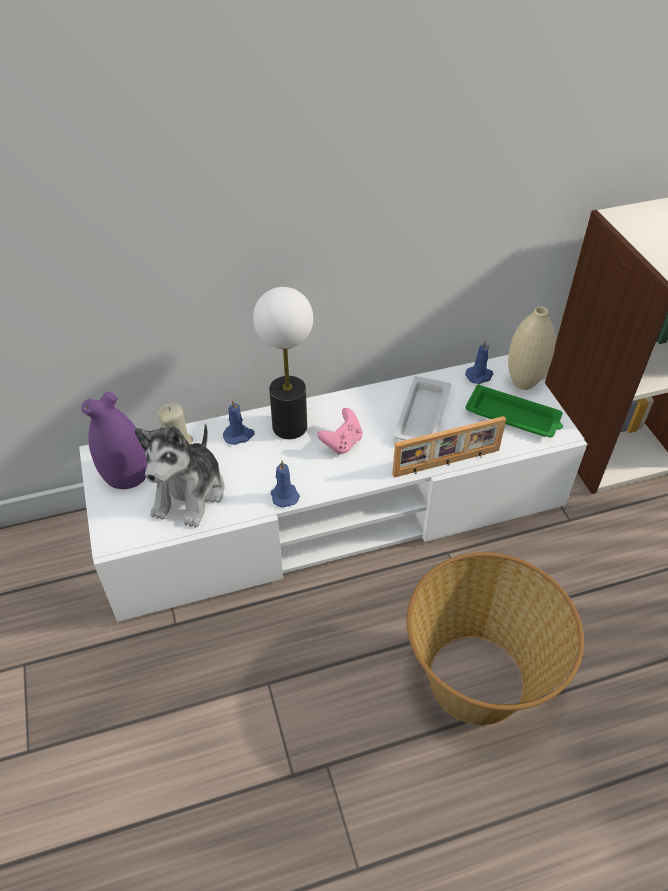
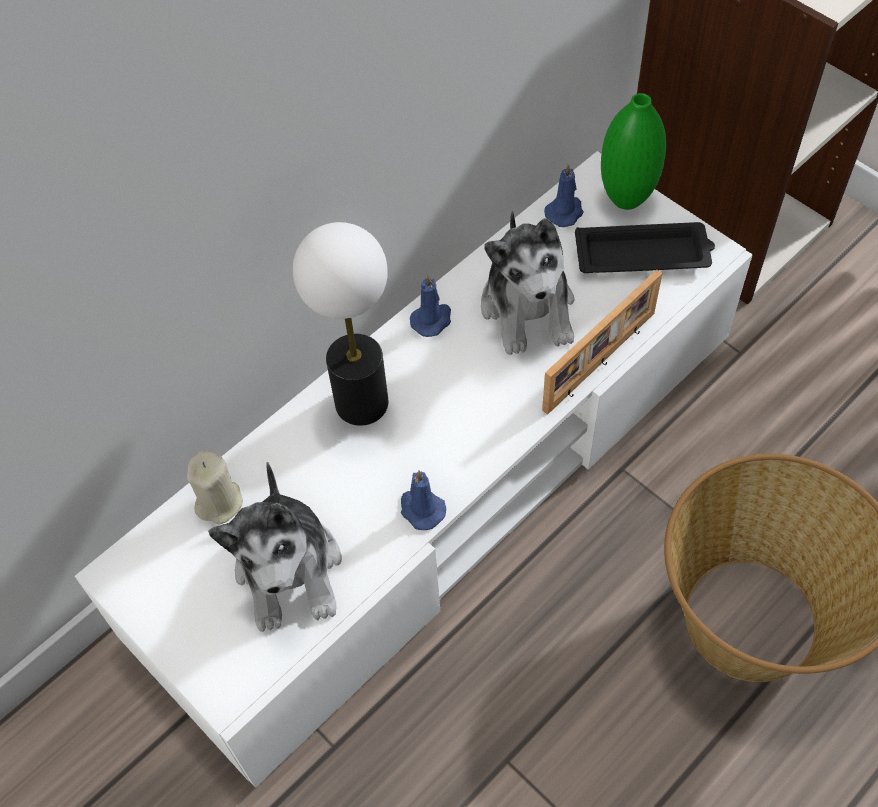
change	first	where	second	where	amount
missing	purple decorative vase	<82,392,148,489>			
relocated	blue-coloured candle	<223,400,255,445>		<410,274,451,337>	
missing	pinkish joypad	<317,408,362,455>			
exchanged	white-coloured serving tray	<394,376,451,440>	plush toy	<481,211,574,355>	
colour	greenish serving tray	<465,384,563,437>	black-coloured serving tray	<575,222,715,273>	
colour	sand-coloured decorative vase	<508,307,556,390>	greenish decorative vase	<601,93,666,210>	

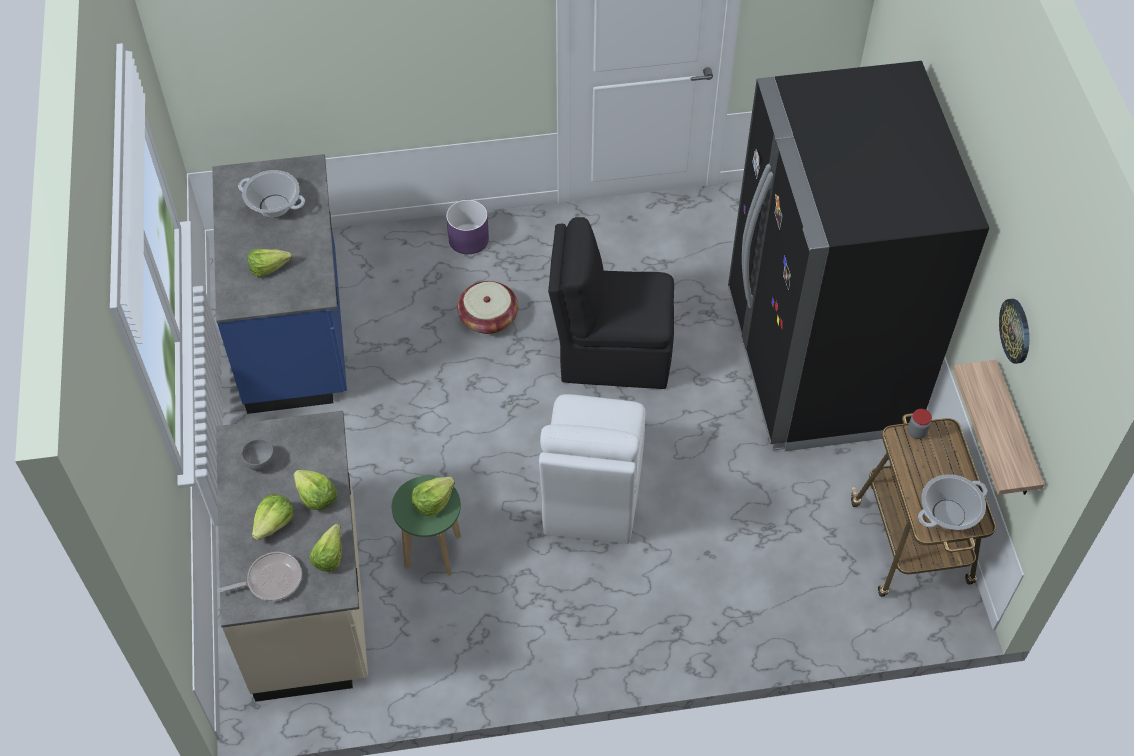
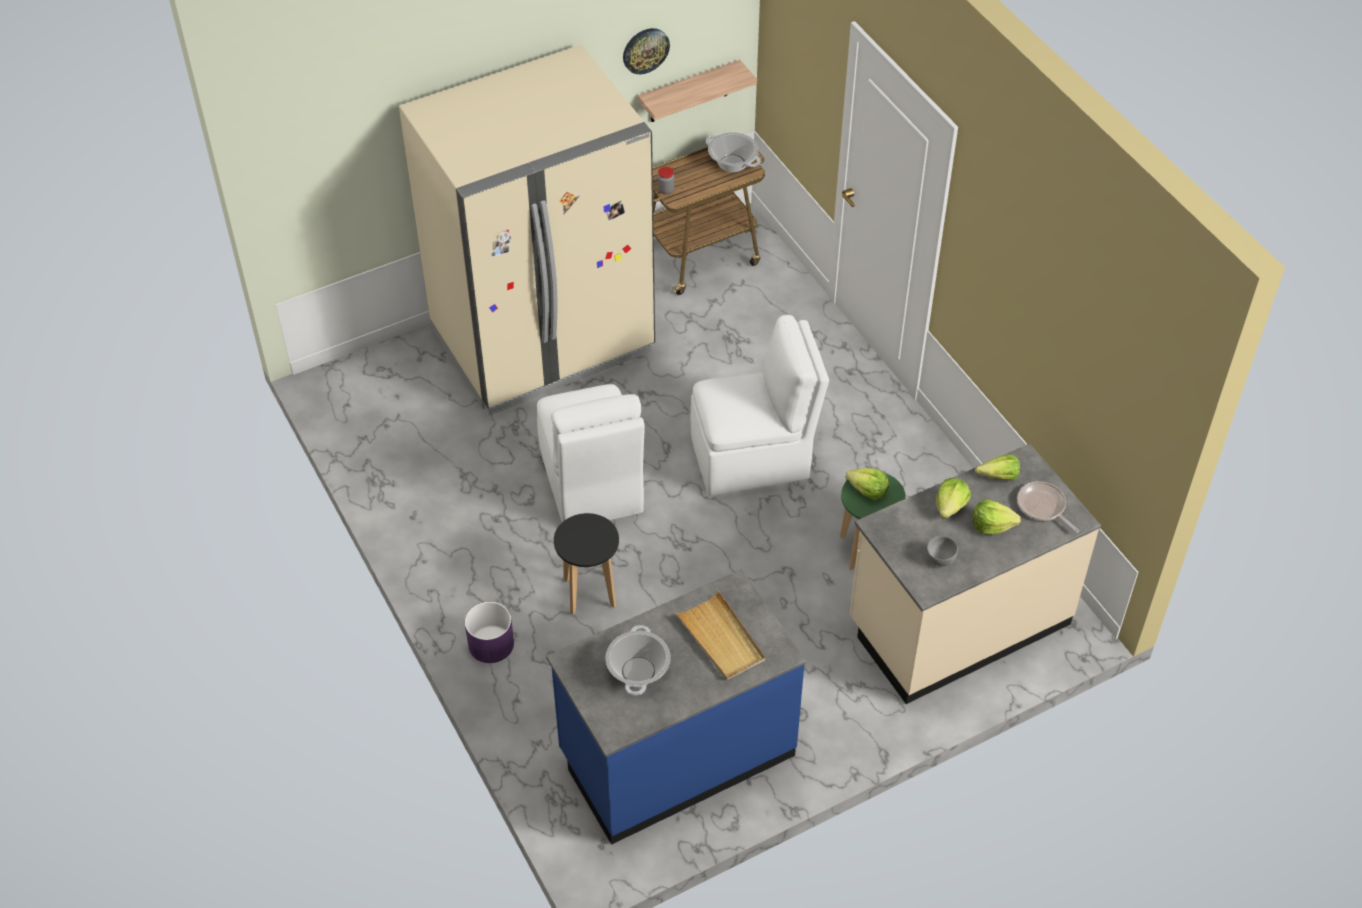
change	first	where	second	where	amount
exchanged	lettuce	<248,249,292,277>	sand-coloured serving tray	<675,591,765,680>	
exchanged	storage basket	<457,281,518,334>	black-coloured stool	<554,513,619,615>	
colour	black-coloured chair	<548,217,674,389>	white-coloured chair	<537,384,645,522>	
colour	black-coloured fridge	<728,61,989,451>	sand-coloured fridge	<399,45,655,415>	

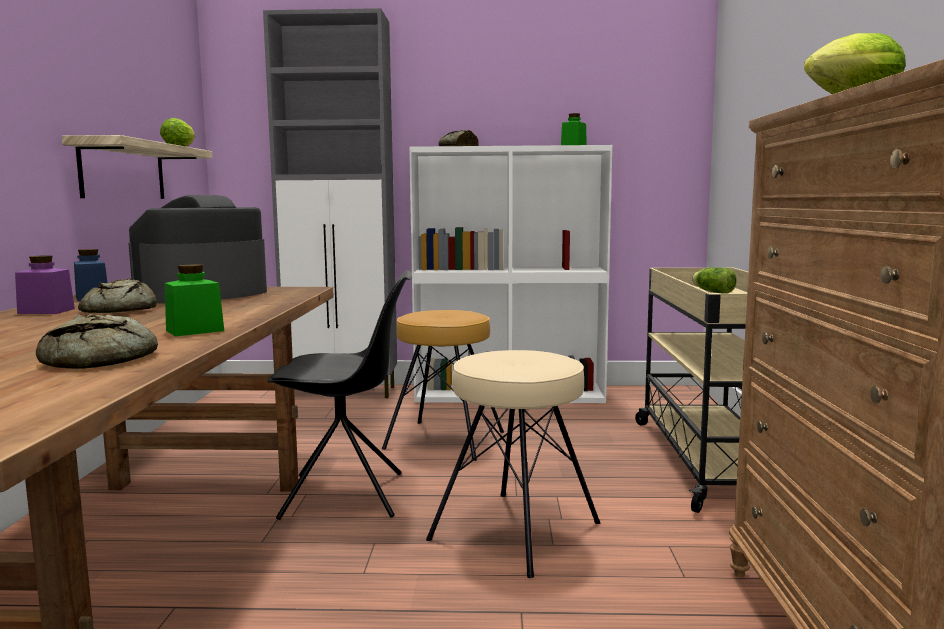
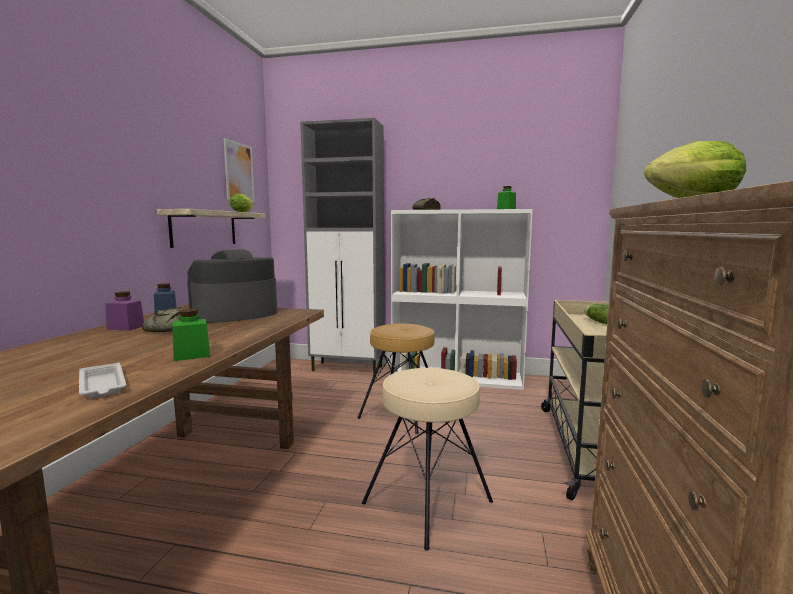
change	first	where	second	where	amount
exchanged	baked bread	<36,314,158,369>	white-coloured serving tray	<79,363,126,399>	
missing	black-coloured chair	<267,270,412,520>			
appeared			wall art	<224,138,255,203>	

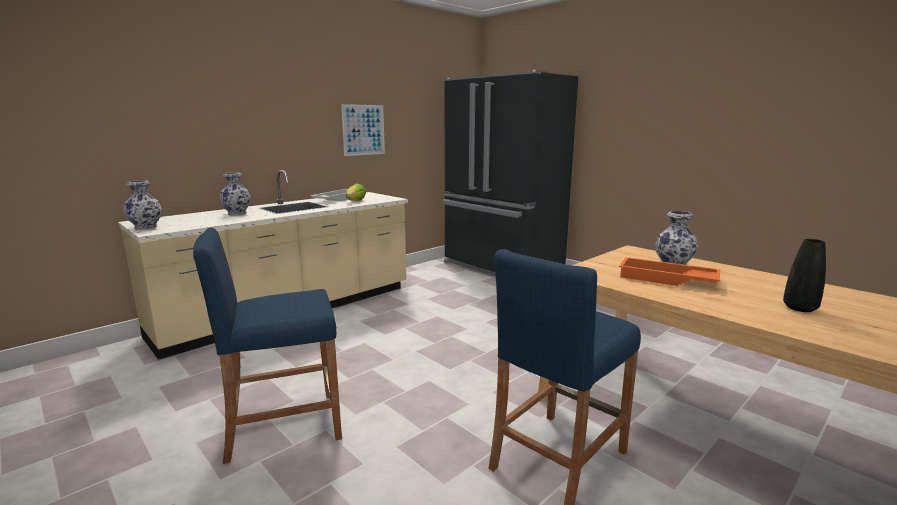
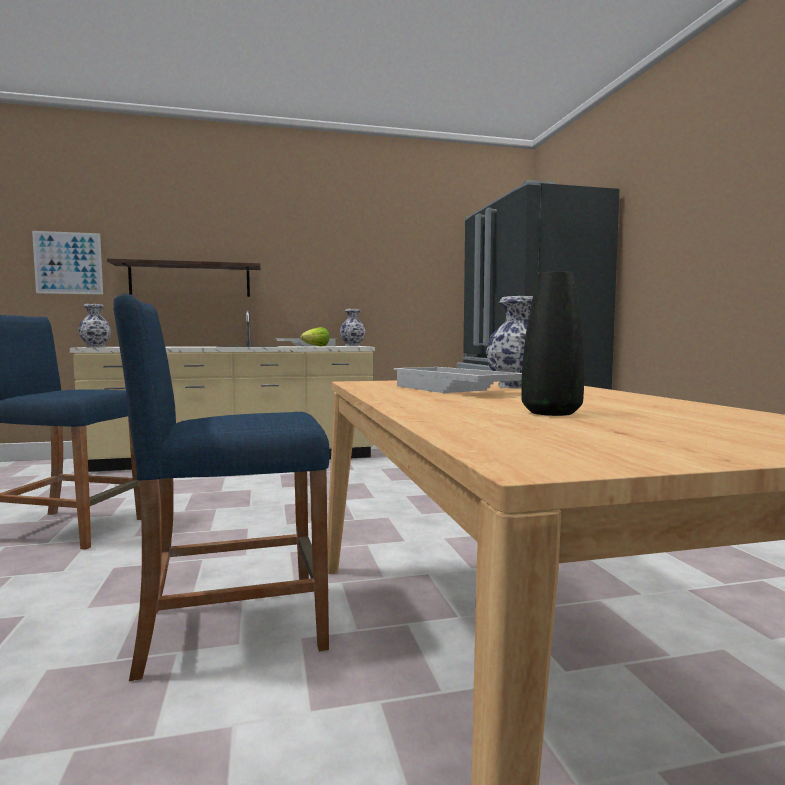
change	first	where	second	where	amount
relocated	decorative vase	<220,172,251,215>		<340,309,365,346>	
relocated	wall art	<341,104,385,156>		<32,231,103,294>	
colour	orange serving tray	<619,257,720,286>	white-coloured serving tray	<393,367,522,393>	
appeared			wall shelf	<107,258,261,297>	

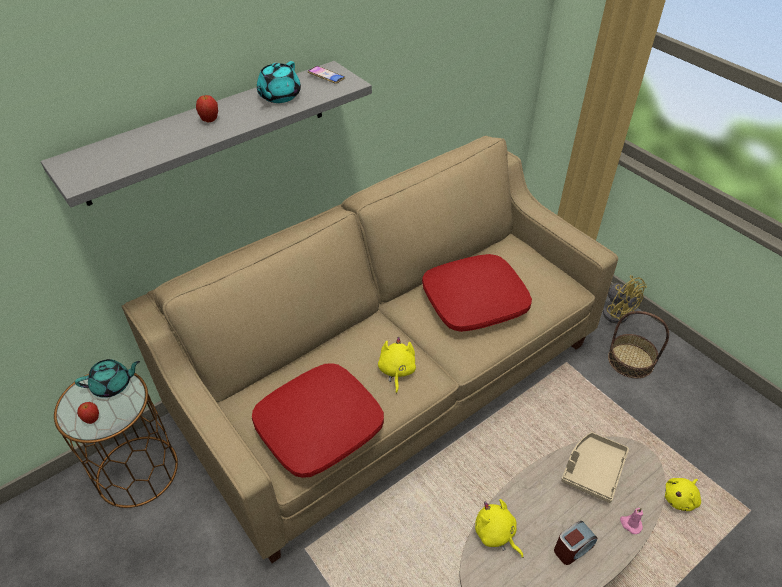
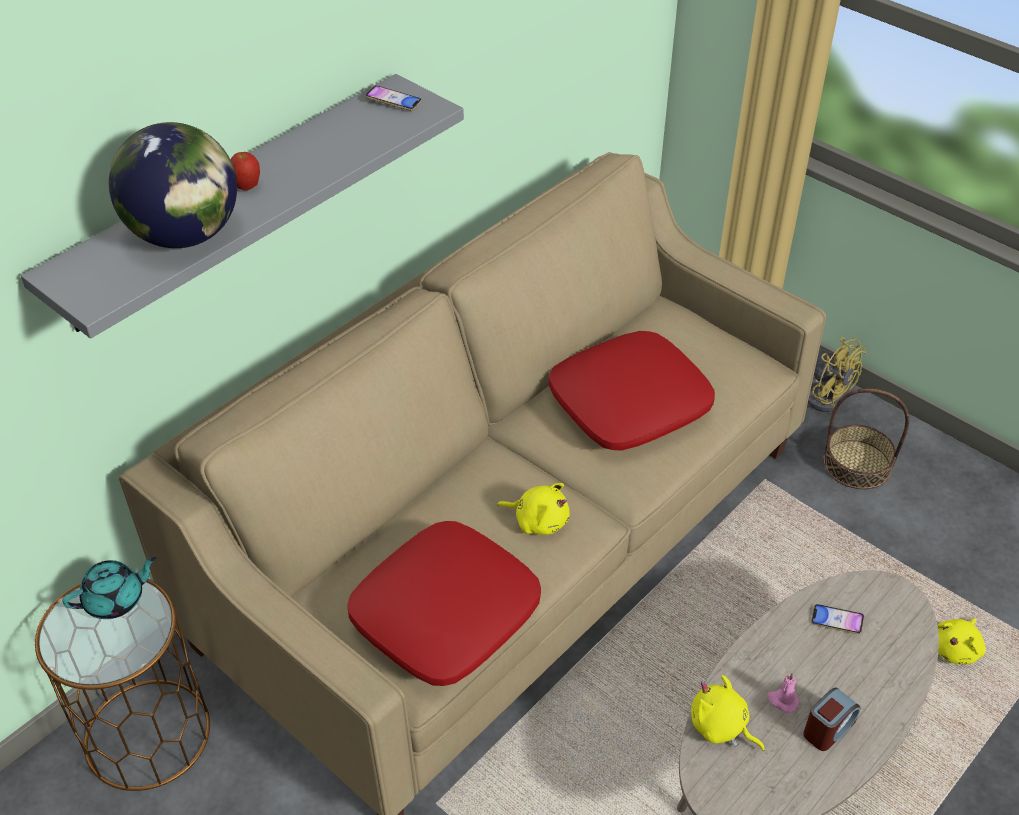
change	first	where	second	where	amount
missing	apple	<77,402,99,424>			
missing	turquoise-coloured teapot	<257,61,301,103>			
spun	yellowish plush toy	<378,337,416,394>		<497,483,570,535>	120 degrees clockwise
exchanged	sand-coloured serving tray	<561,432,629,503>	telephone	<811,604,864,634>	
relocated	pinkish candle	<620,508,643,534>		<768,673,800,713>	
appeared			globe	<109,122,237,248>	

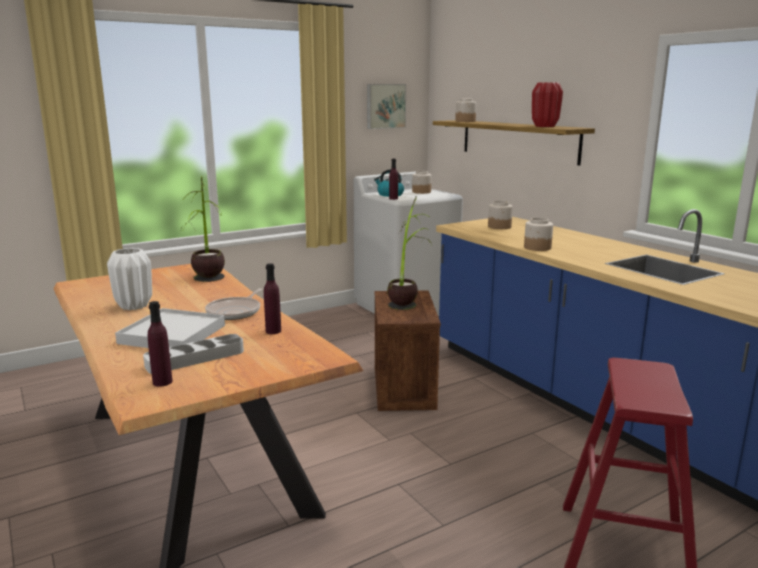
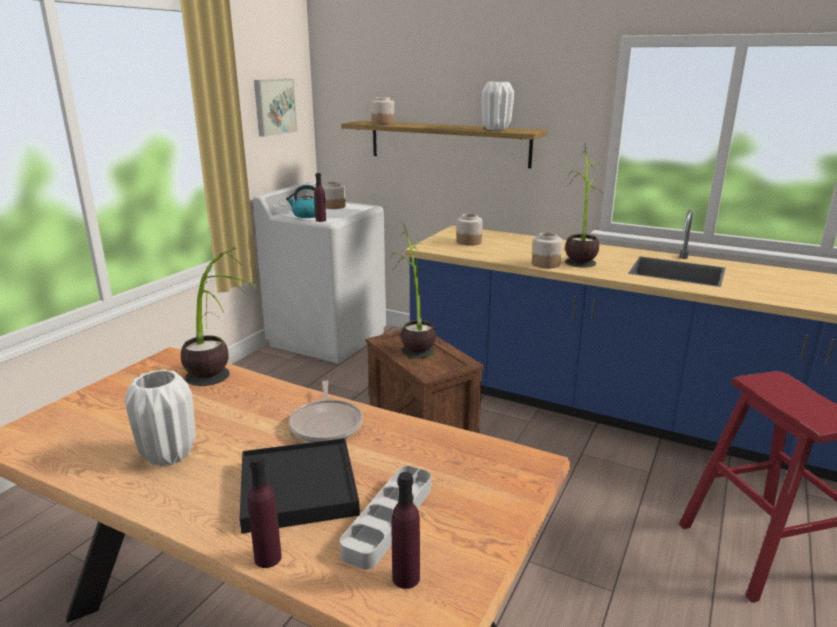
change	first	where	second	where	amount
colour	white-coloured serving tray	<115,308,225,348>	black-coloured serving tray	<240,438,360,534>	
relocated	purple drink bottle	<264,263,281,334>		<248,455,282,568>	
colour	reddish decorative vase	<532,82,563,127>	white-coloured decorative vase	<482,82,514,130>	
appeared			plant in a pot	<565,143,601,268>	

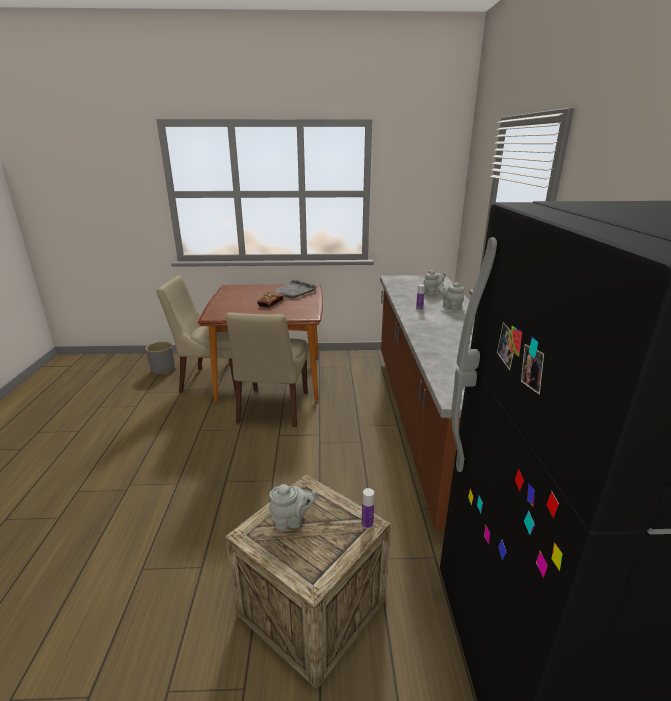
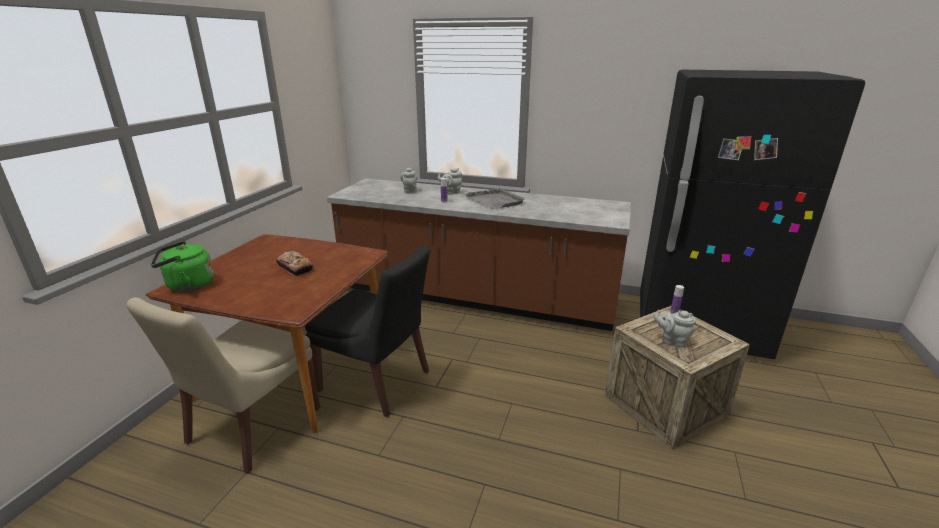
change	first	where	second	where	amount
missing	greyish plant pot	<145,341,175,374>			
colour	sand-coloured chair	<226,312,308,427>	black-coloured chair	<305,245,430,417>	
spun	greyish teapot	<269,484,319,530>		<654,310,696,348>	75 degrees counterclockwise
relocated	greyish serving tray	<274,280,317,299>		<464,187,525,209>	
appeared			greenish kettle	<151,241,214,292>	

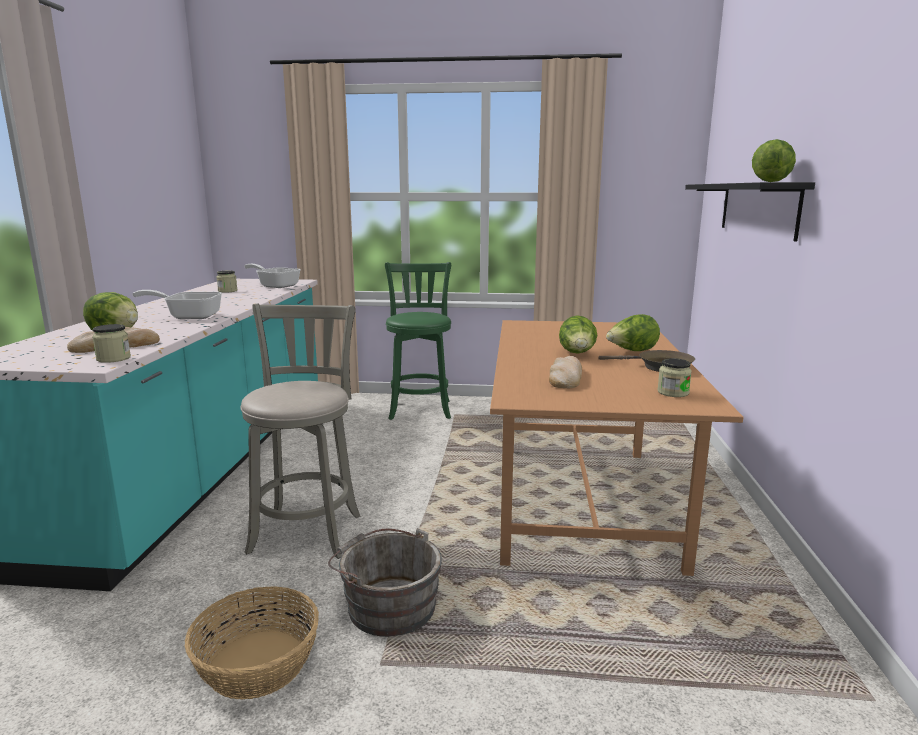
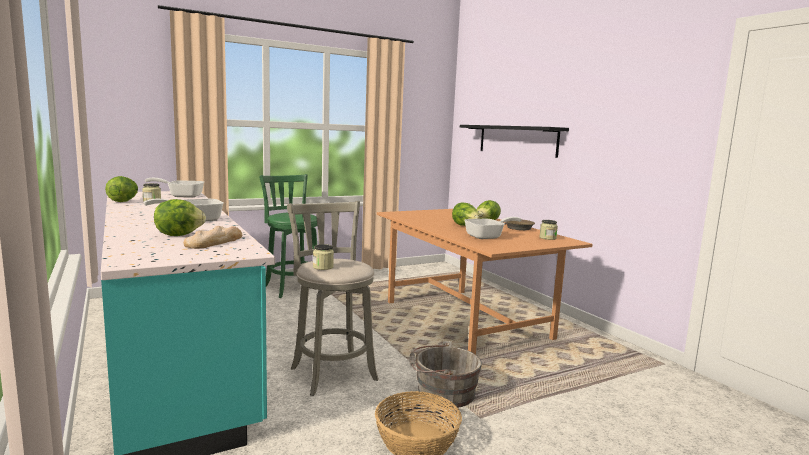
change	first	where	second	where	amount
relocated	jar	<92,324,131,363>		<313,244,334,270>	
exchanged	baked bread	<549,356,582,388>	skillet	<464,217,522,239>	
relocated	lettuce	<752,139,796,182>		<105,176,138,202>	

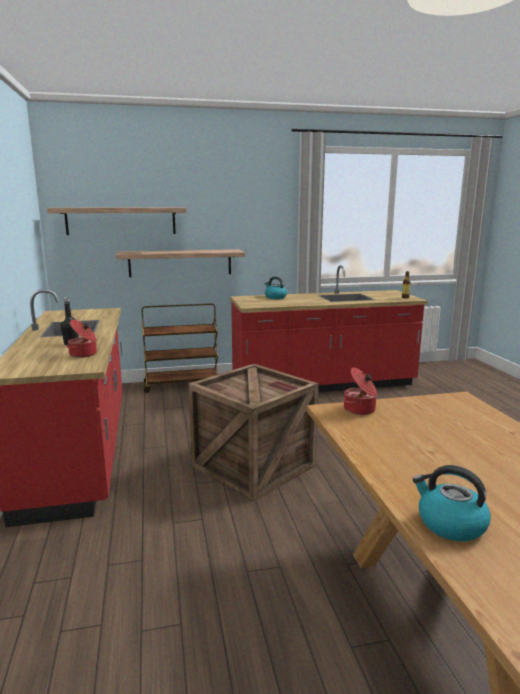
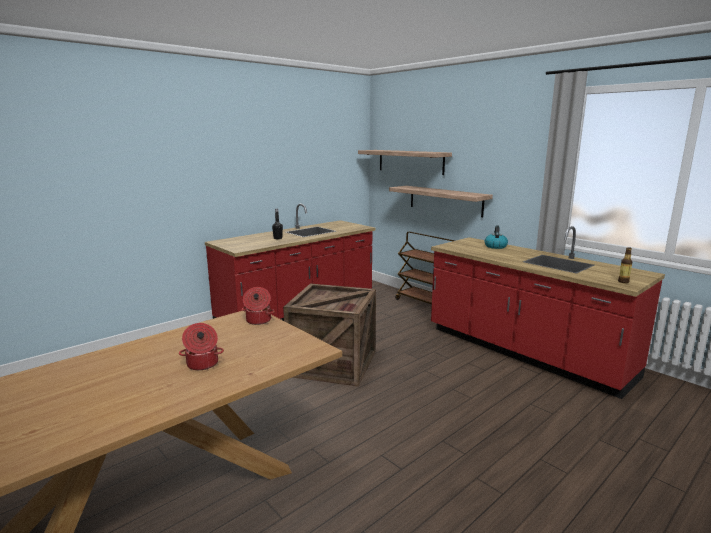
change	first	where	second	where	amount
relocated	stockpot	<67,320,97,358>		<179,323,224,370>	
missing	kettle	<413,465,491,541>			

